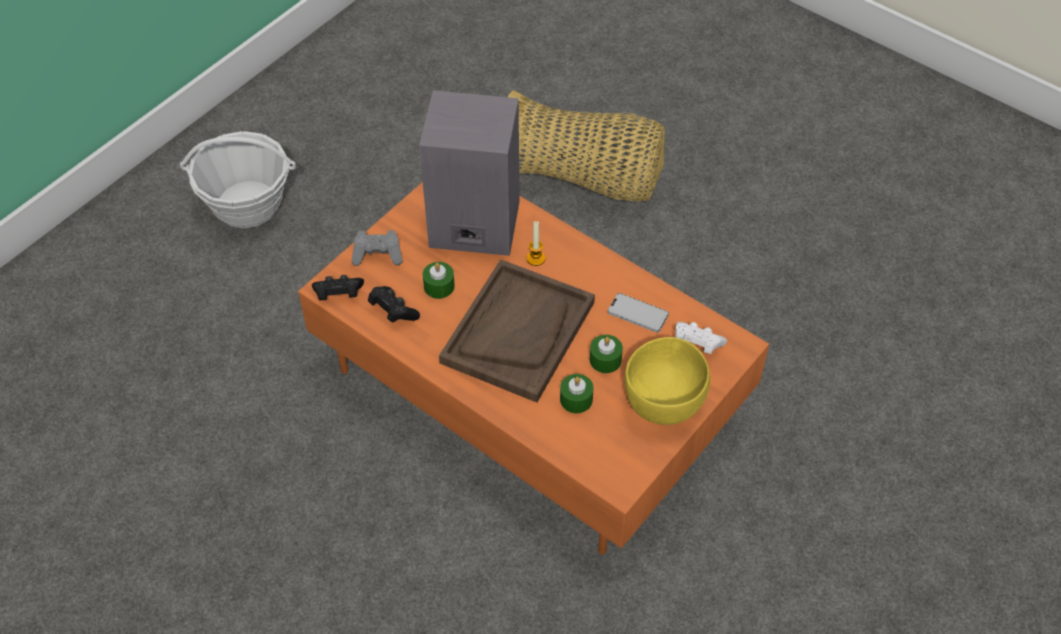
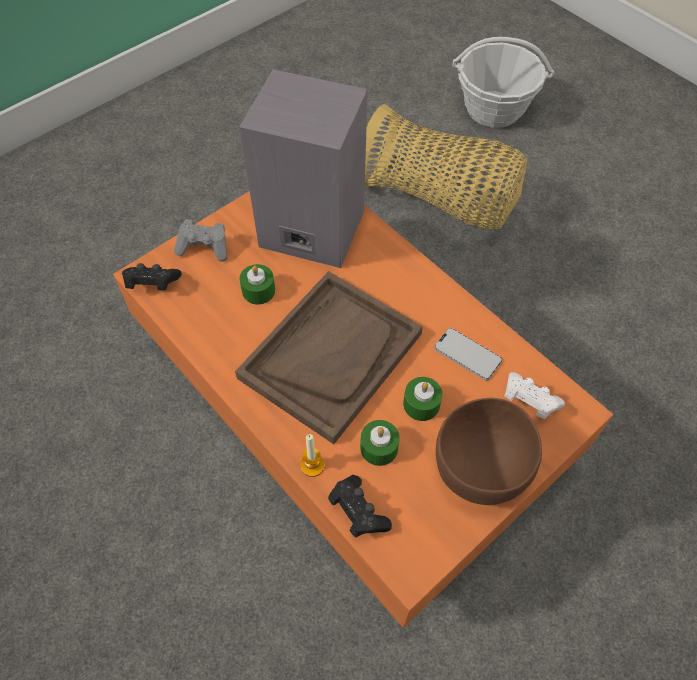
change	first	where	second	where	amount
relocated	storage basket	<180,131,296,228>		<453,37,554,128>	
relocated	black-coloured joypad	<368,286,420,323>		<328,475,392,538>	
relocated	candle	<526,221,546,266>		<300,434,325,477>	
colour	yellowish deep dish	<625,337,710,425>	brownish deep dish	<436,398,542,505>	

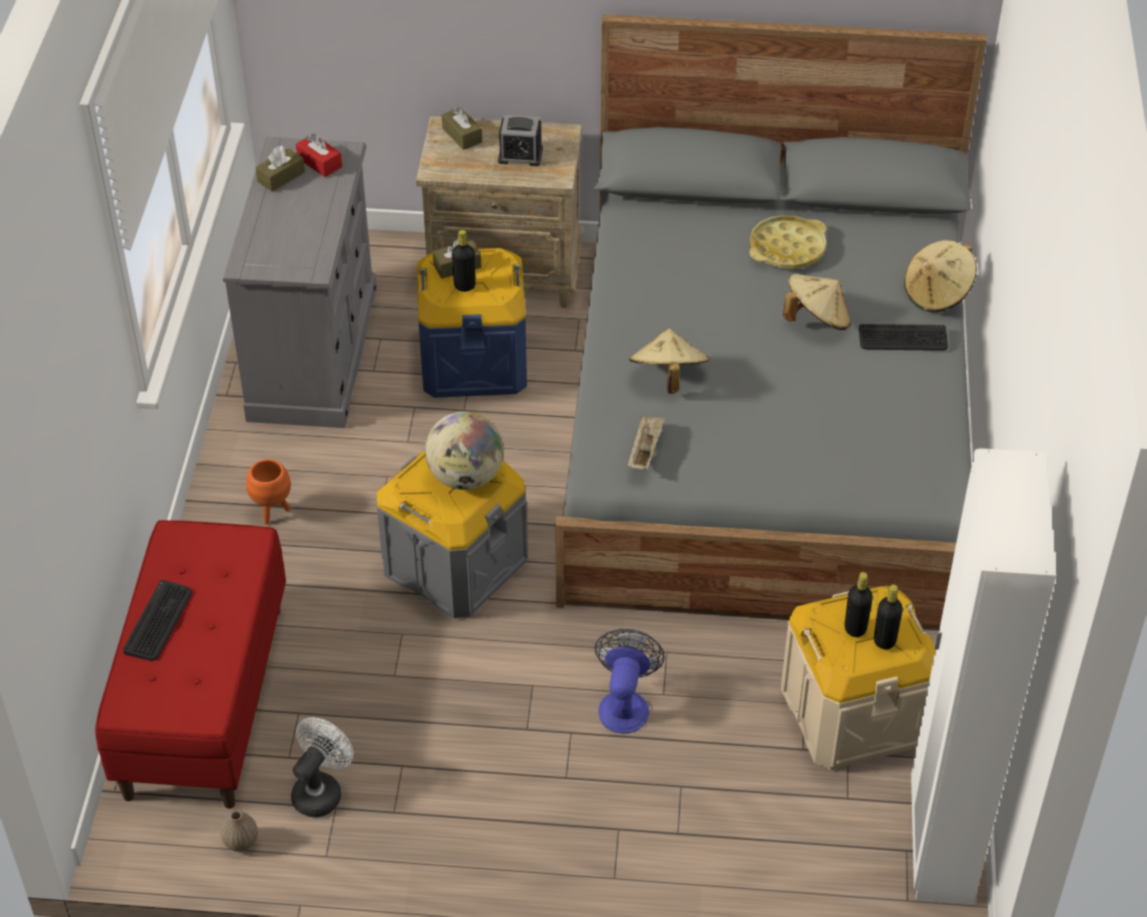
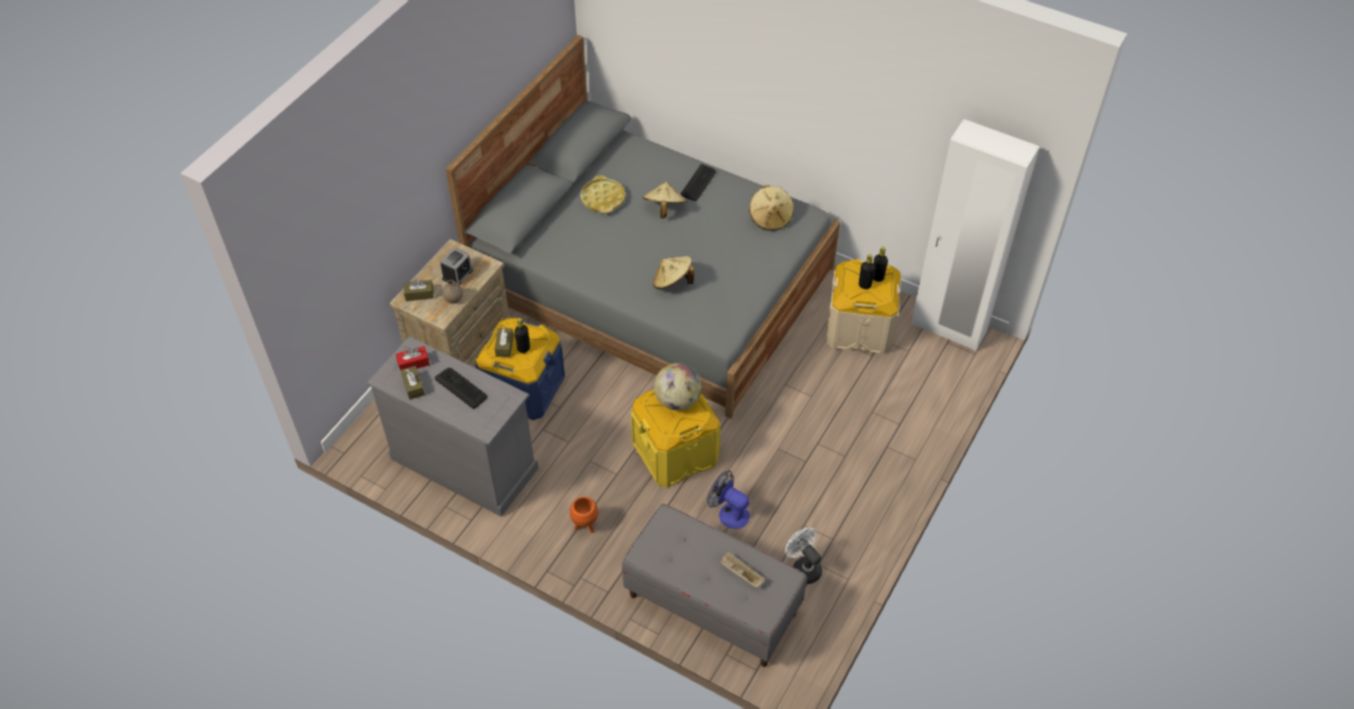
change	first	where	second	where	amount
colour	reddish bench	<95,520,286,809>	greyish bench	<622,504,807,667>	
relocated	computer keyboard	<123,580,192,661>		<435,368,488,409>	
relocated	decorative vase	<221,810,258,852>		<443,280,463,304>	
colour	greyish storage box	<376,450,528,618>	yellowish storage box	<631,390,721,487>	
relocated	fan	<595,629,665,734>		<707,471,750,529>	
relocated	sand-coloured serving tray	<627,415,665,471>		<720,551,765,588>	
relocated	sand-coloured hat	<904,240,977,312>		<749,185,794,231>	

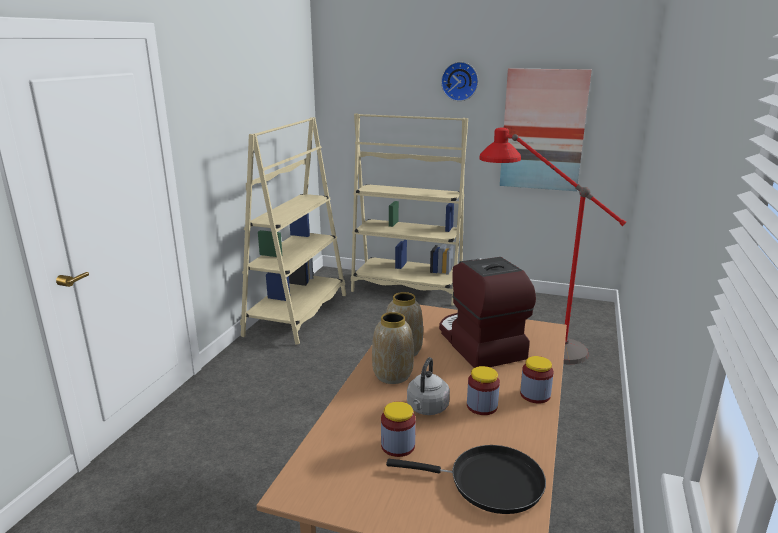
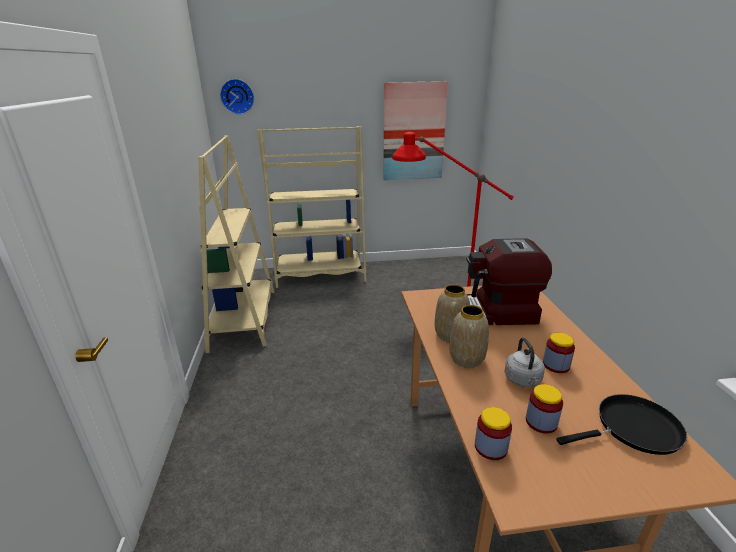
change	first	where	second	where	amount
spun	coffee machine	<439,257,536,368>		<466,238,552,325>	45 degrees counterclockwise
relocated	hanging clock	<441,62,478,101>		<220,79,254,115>	
relocated	jar	<520,356,554,403>		<475,407,512,460>	

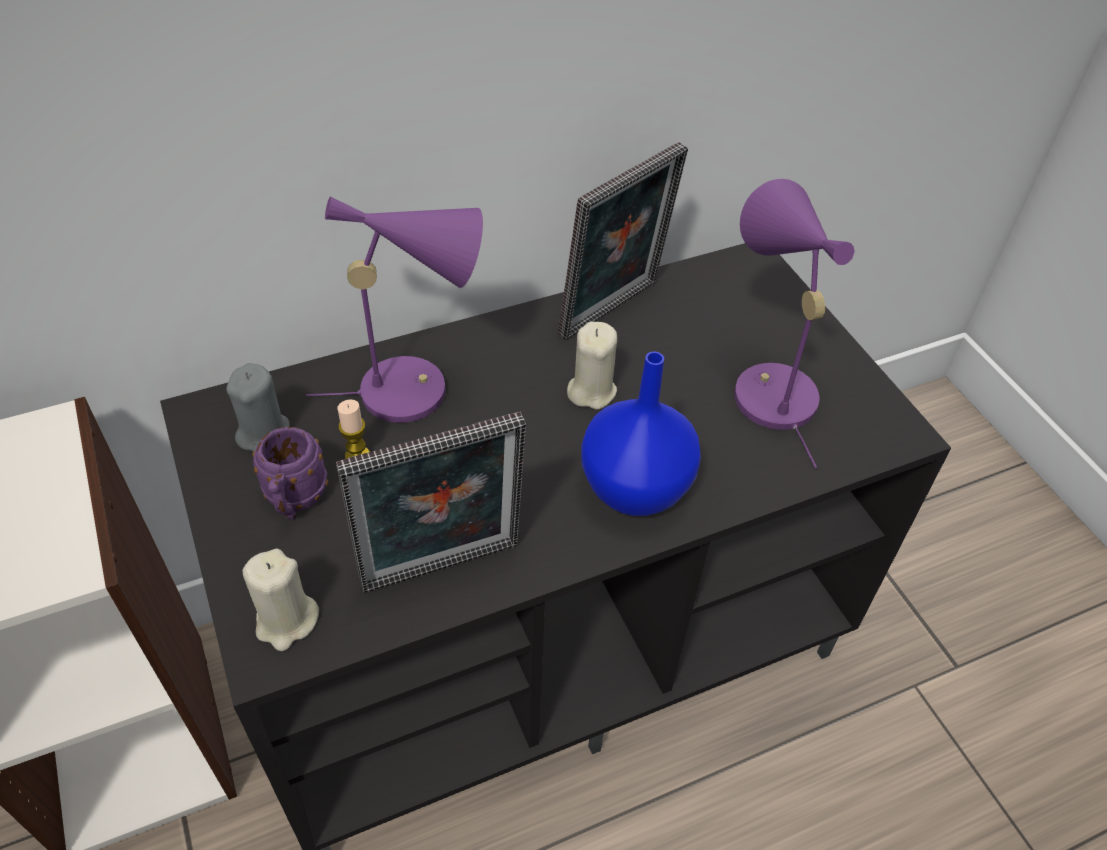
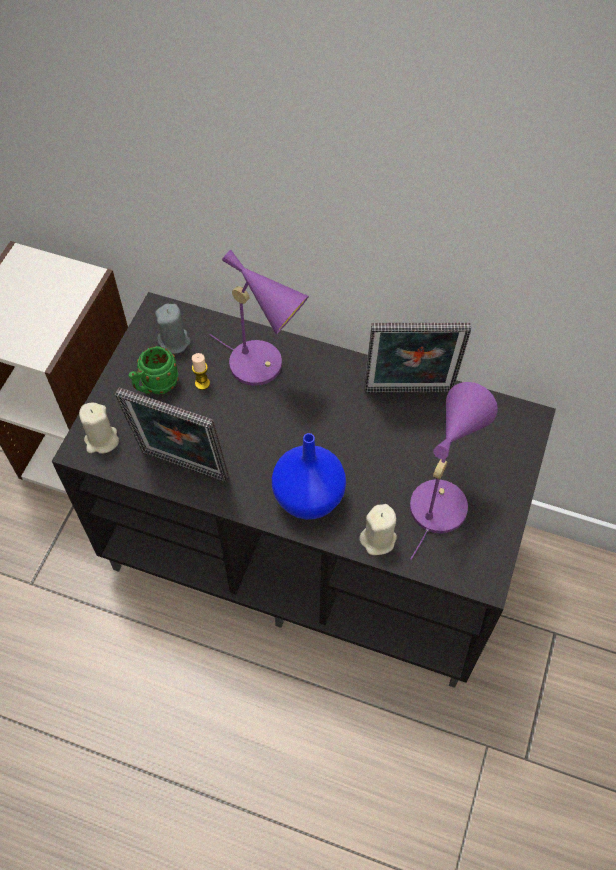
change	first	where	second	where	amount
colour	purple coffee mug	<252,427,328,519>	greenish coffee mug	<128,346,179,395>	
relocated	sand-coloured candle	<567,322,617,409>		<359,504,397,555>	

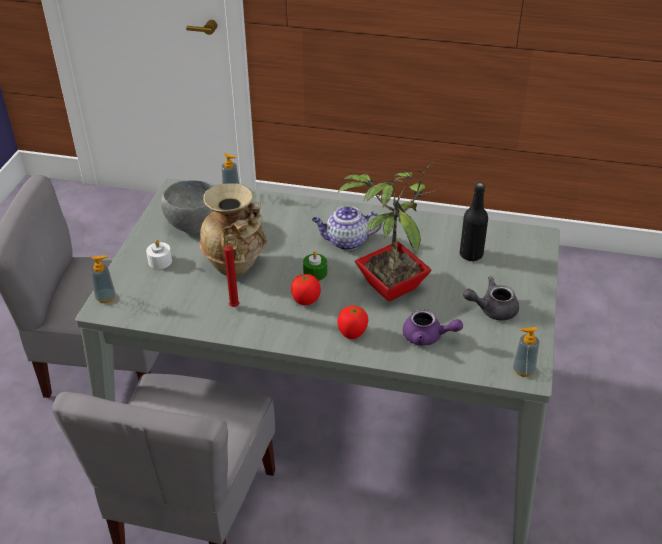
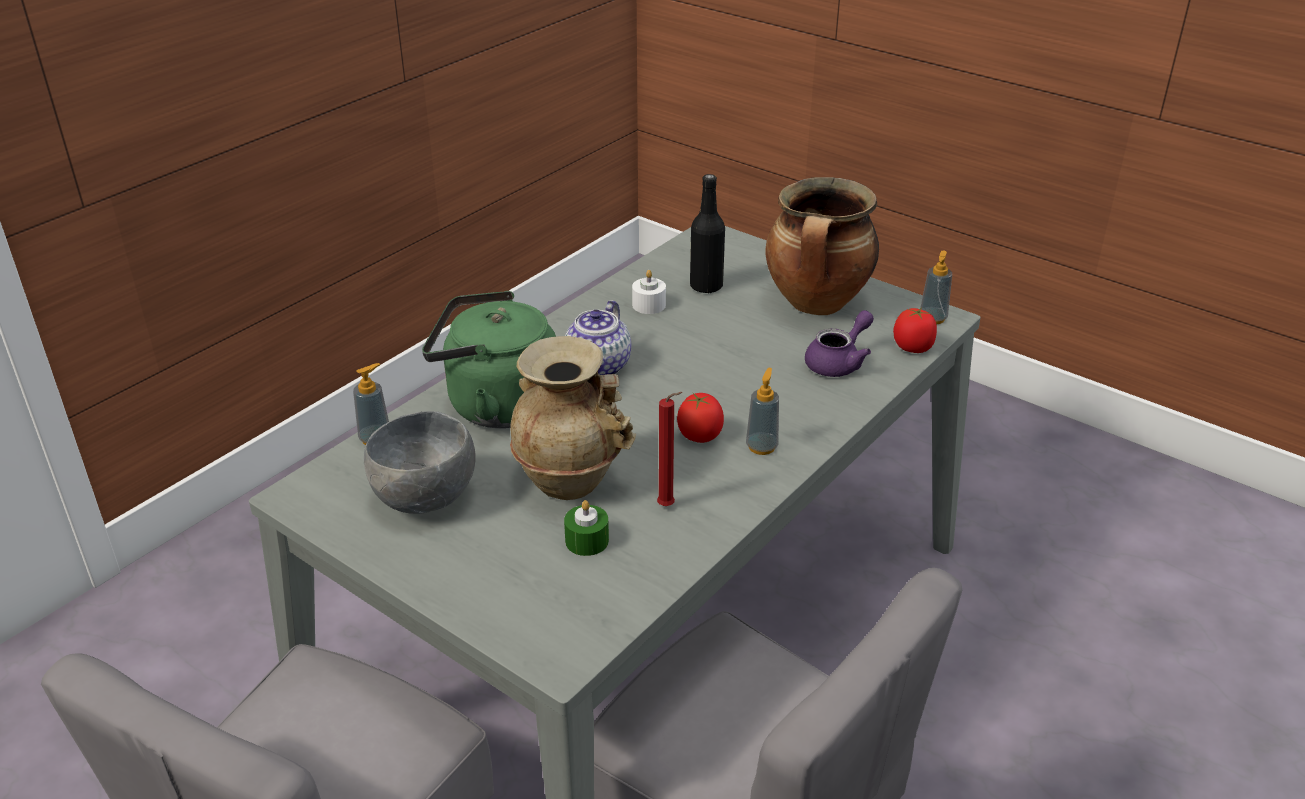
change	first	where	second	where	amount
relocated	soap dispenser	<90,255,116,303>		<746,368,779,455>	
relocated	white-coloured candle	<146,239,172,269>		<632,270,666,314>	
relocated	greenish candle	<303,251,327,281>		<564,500,609,556>	
missing	plant in a pot	<337,162,437,302>			
relocated	tomato	<337,306,368,339>		<893,307,937,353>	
exchanged	greyish teapot	<463,276,519,320>	stockpot	<765,177,879,315>	
appeared			greenish kettle	<422,291,556,428>	

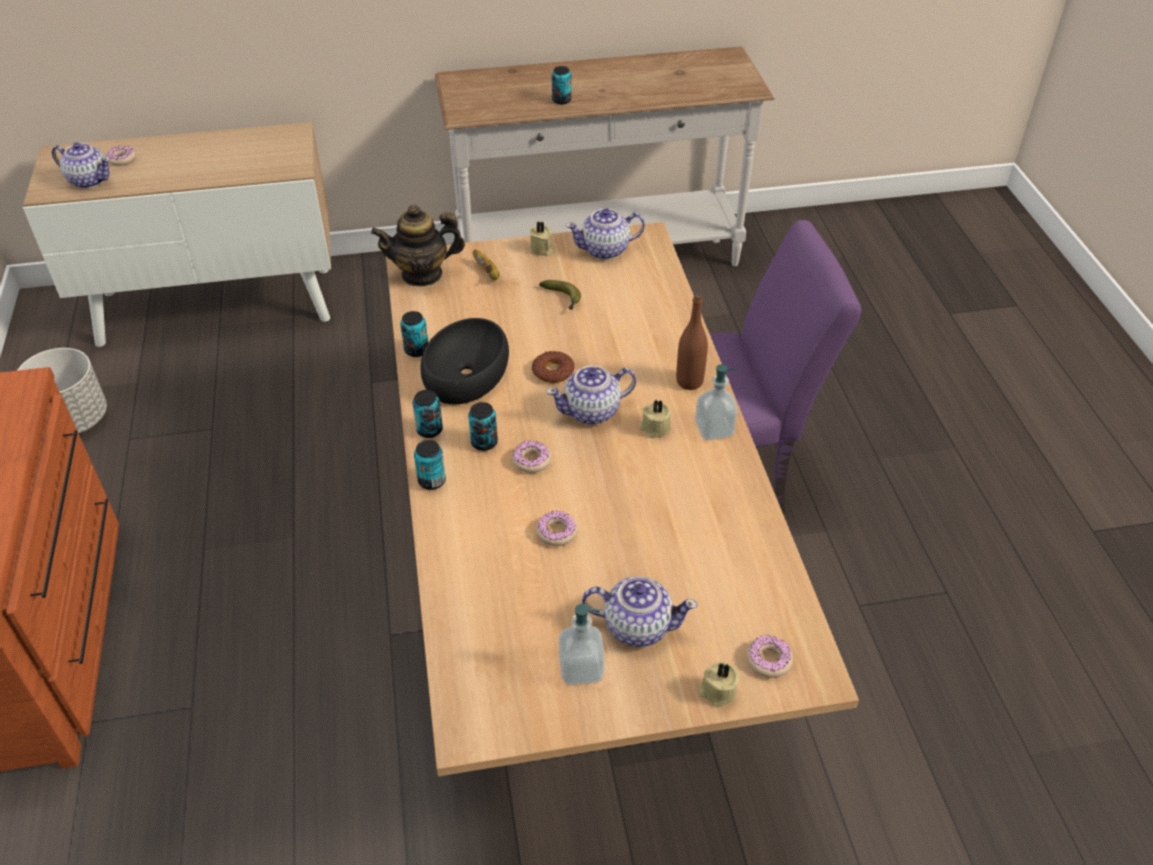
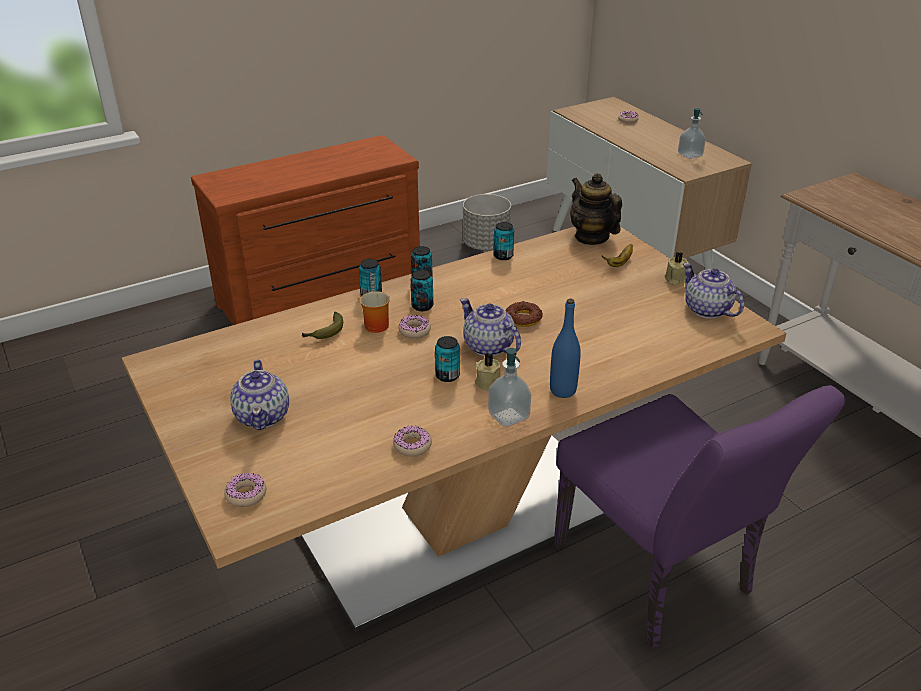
change	first	where	second	where	amount
missing	teapot	<52,142,110,189>			
missing	black-coloured deep dish	<420,318,509,404>			
relocated	doughnut	<536,510,578,546>		<393,426,432,457>	
relocated	whole banana	<539,280,581,309>		<302,312,343,339>	
relocated	metal can	<552,66,571,104>		<435,336,460,382>	
relocated	soap dispenser	<558,604,605,685>		<678,108,706,159>	
colour	brownish drink bottle	<676,294,708,390>	blue-coloured drink bottle	<550,299,581,398>	
missing	sand-coloured candle	<699,662,739,707>			
appeared			coffee mug	<360,291,390,333>	

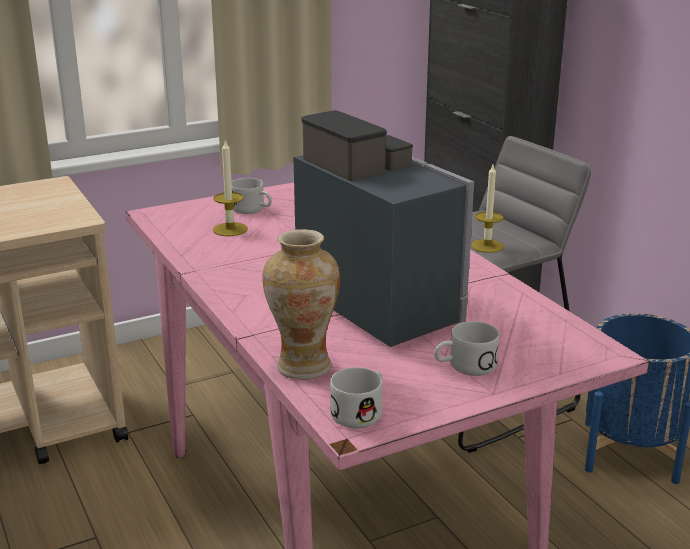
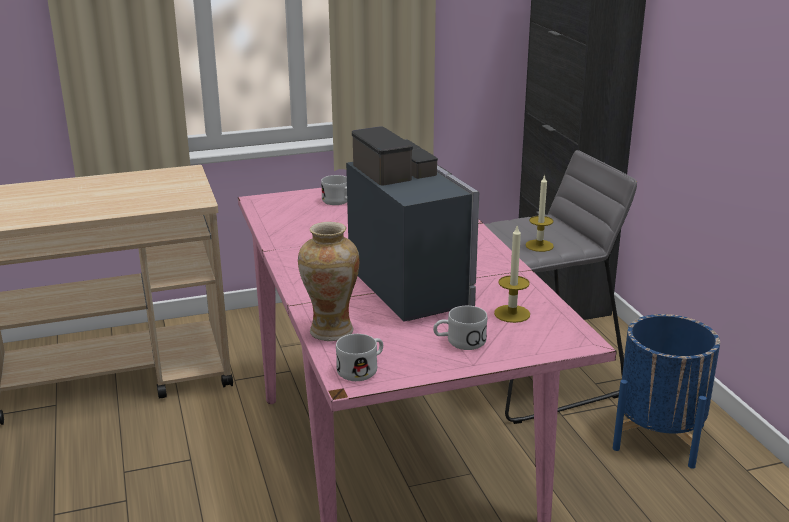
change	first	where	second	where	amount
relocated	candle	<213,139,248,236>		<494,224,530,323>	

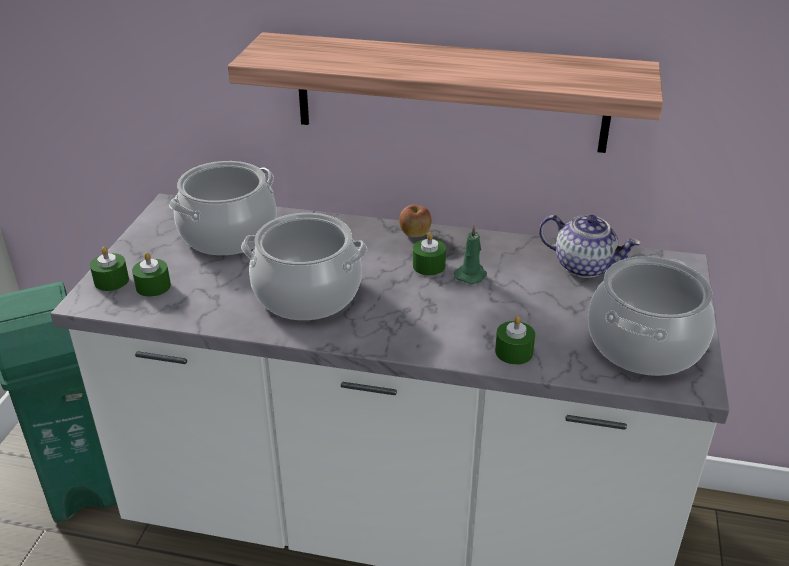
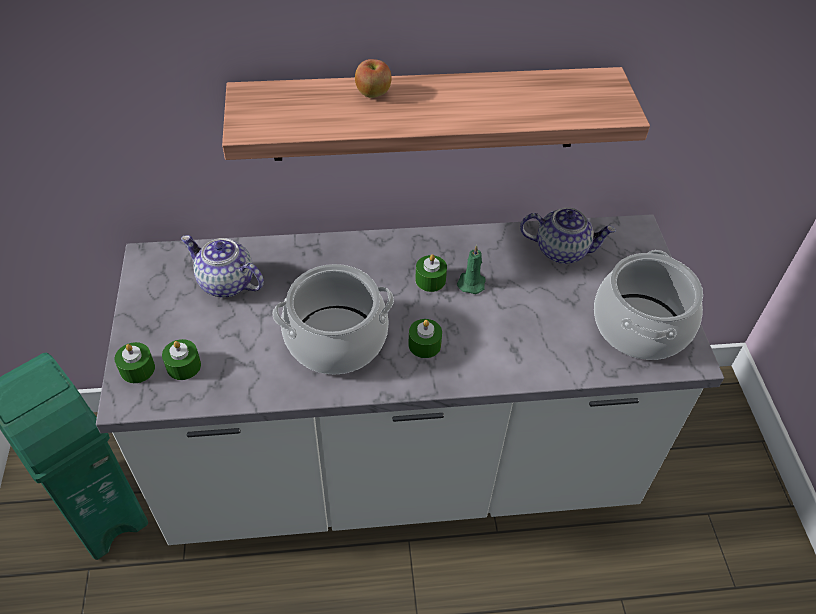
change	first	where	second	where	amount
exchanged	stockpot	<169,161,277,255>	teapot	<181,235,264,298>	
relocated	apple	<399,205,431,237>		<355,59,392,98>	
relocated	greenish candle	<495,316,535,365>		<408,319,442,358>	

